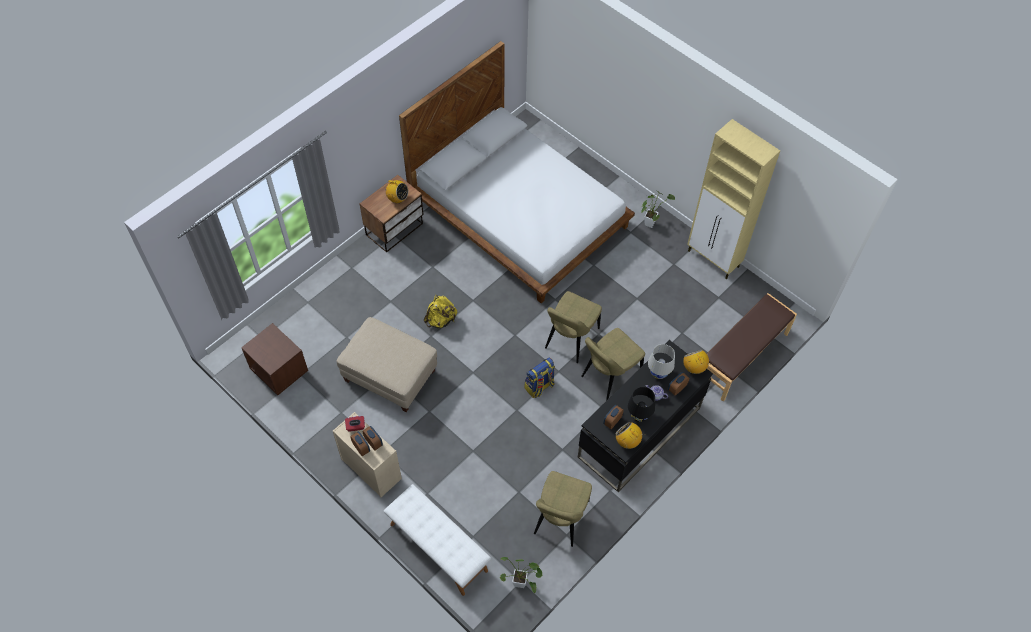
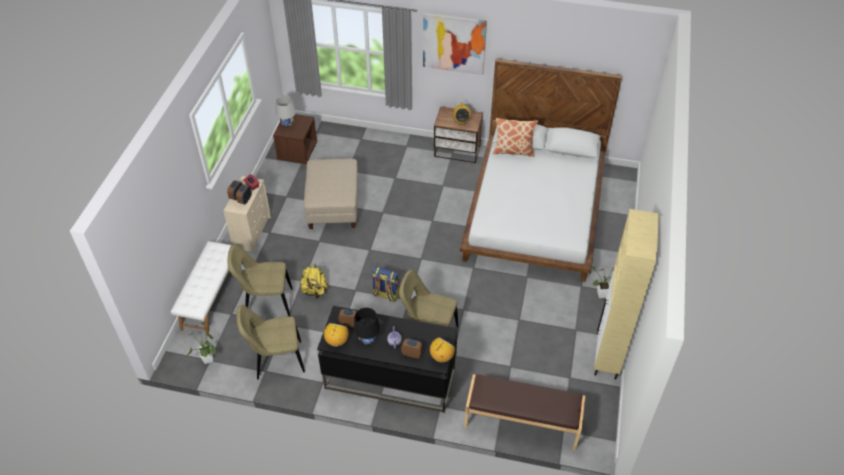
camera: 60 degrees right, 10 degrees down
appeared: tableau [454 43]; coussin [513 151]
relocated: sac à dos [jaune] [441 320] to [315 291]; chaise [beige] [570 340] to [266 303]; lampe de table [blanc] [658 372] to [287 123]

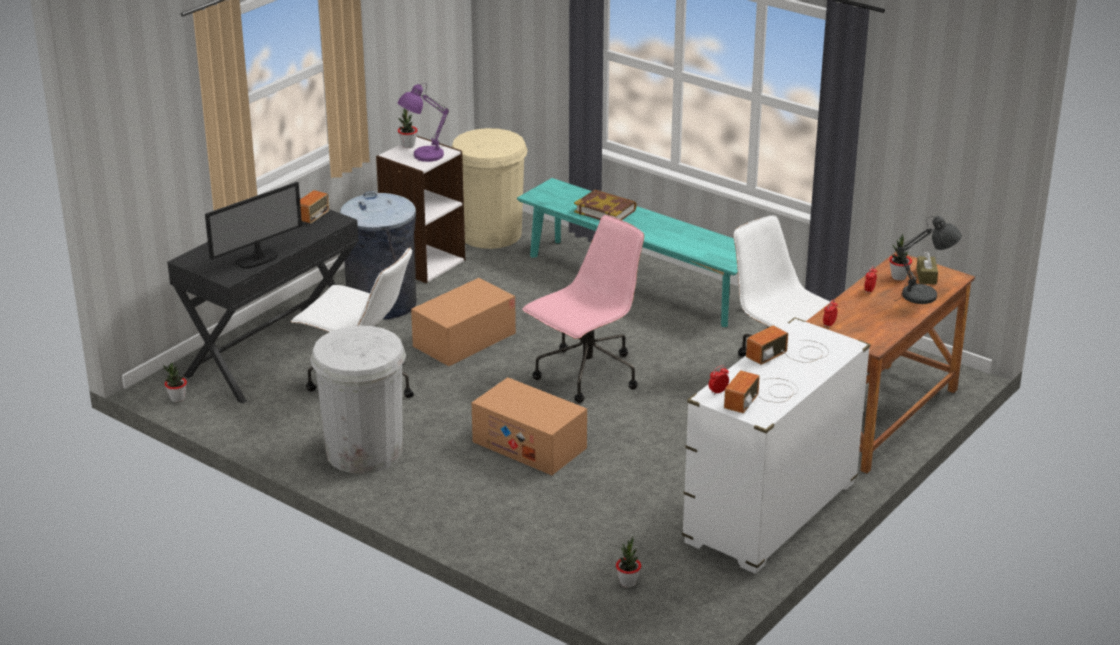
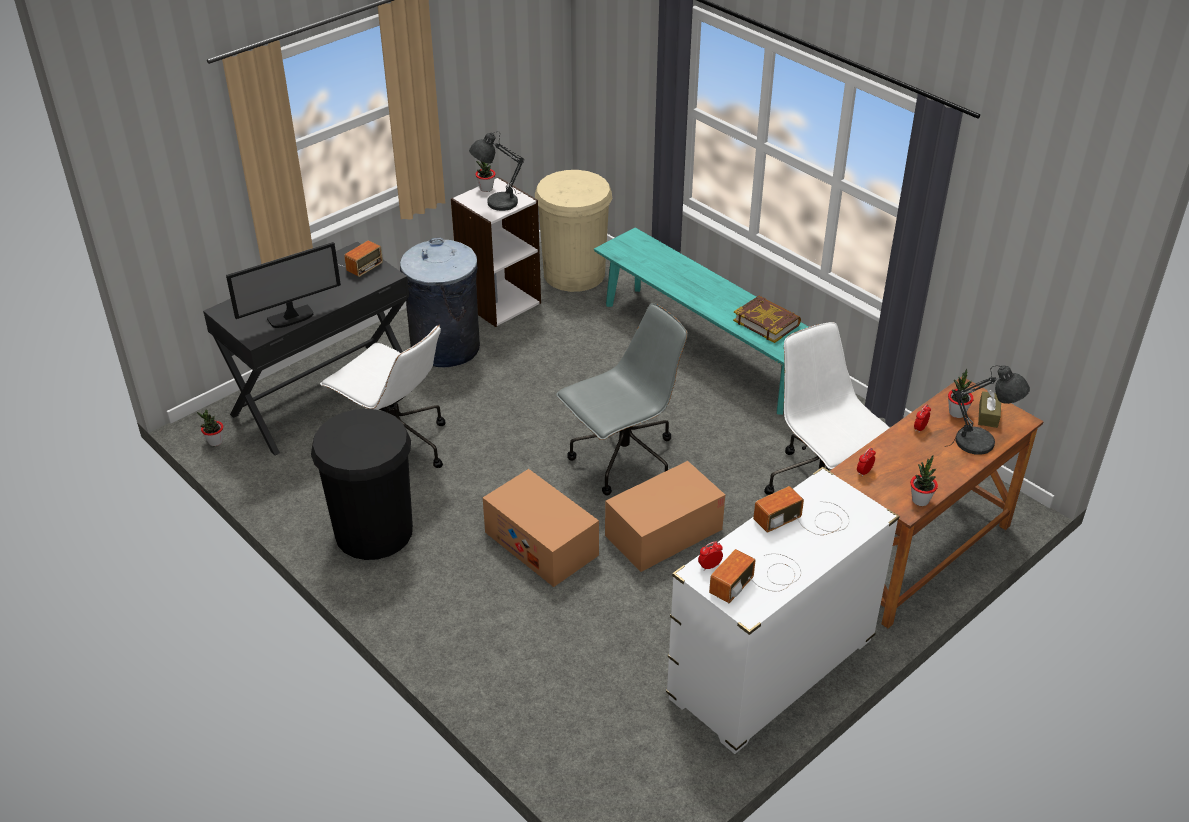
camera: 10 degrees right, 10 degrees up
relocated: carton [464 339] to [664 532]; livre [605 211] to [766 322]; plante en pot [628 582] to [920 500]
colour: poubelle [blanc] [364 452] to poubelle [noir] [374 531]; lampe de table [violet] [424 156] to lampe de table [gris] [498 203]; chaise de bureau [rose] [586 376] to chaise de bureau [gris] [622 461]

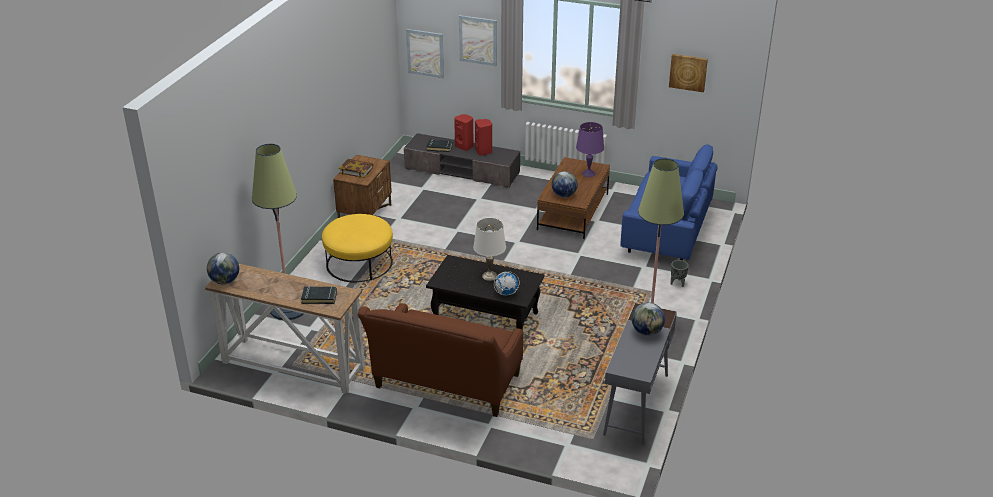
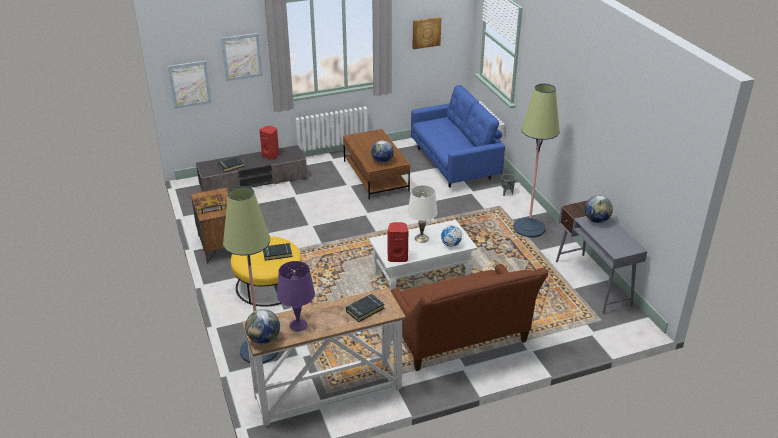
camera: 40 degrees left, 0 degrees up
appeared: livre [noir] [277 253]
relocated: enceinte [rouge] [464 146] to [397 257]; lampe de table [violet] [588 173] to [298 325]
colour: table basse [noir] [485 318] to table basse [blanc] [421 278]

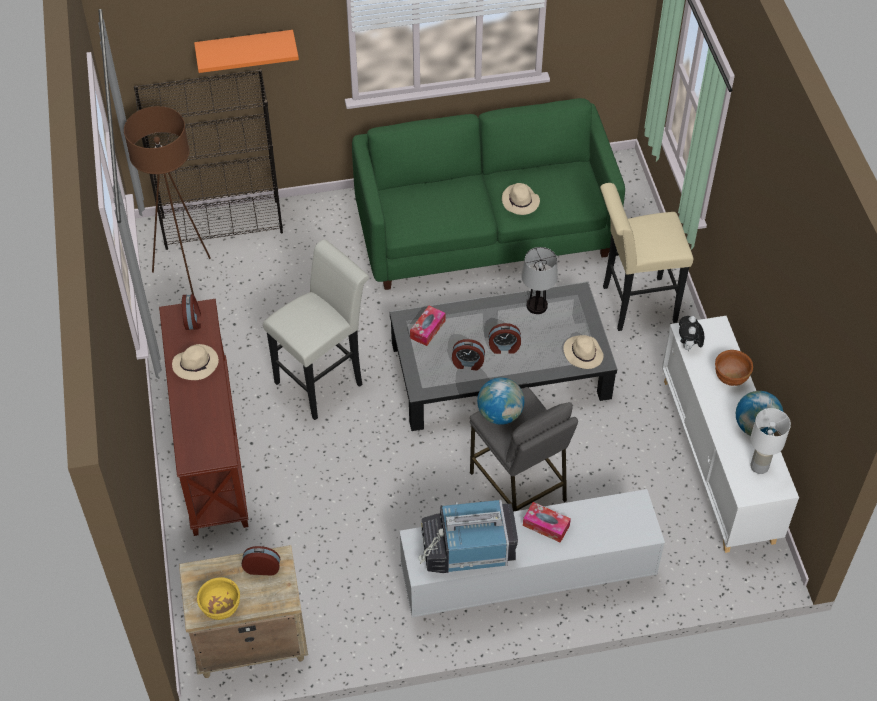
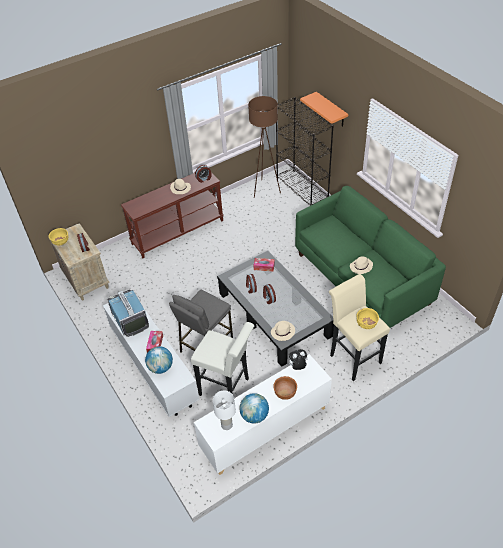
camera: 70 degrees right, 5 degrees down
missing: lampe de table [537 306]
appeared: bol [jaune] [366 325]
relocated: tabouret [blanc] [324 380] to [227 388]; globe [500 414] to [160 367]

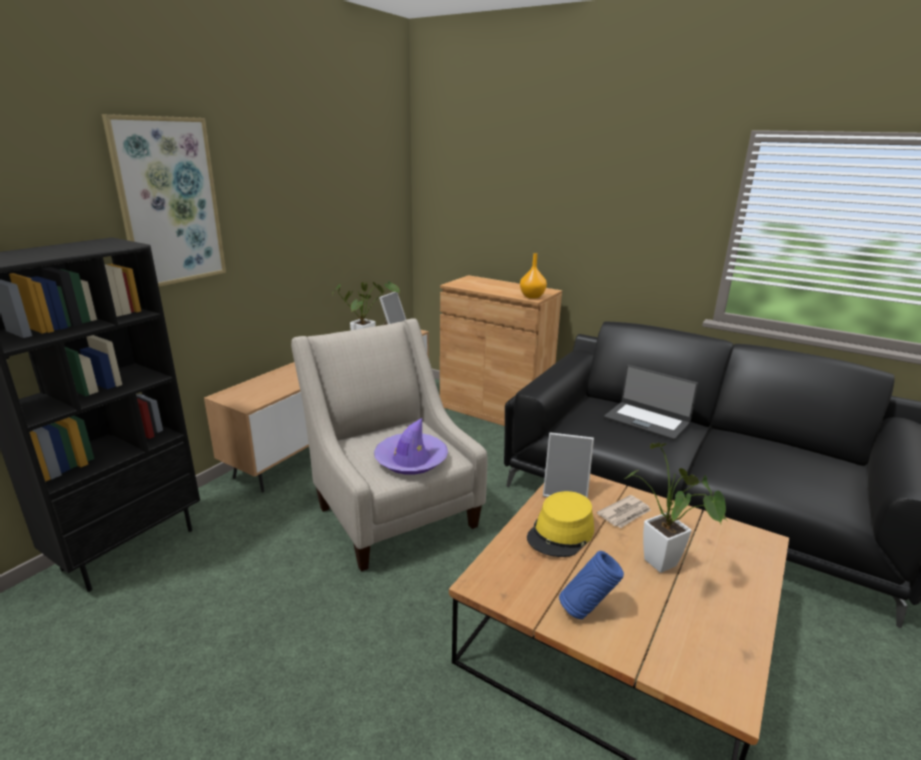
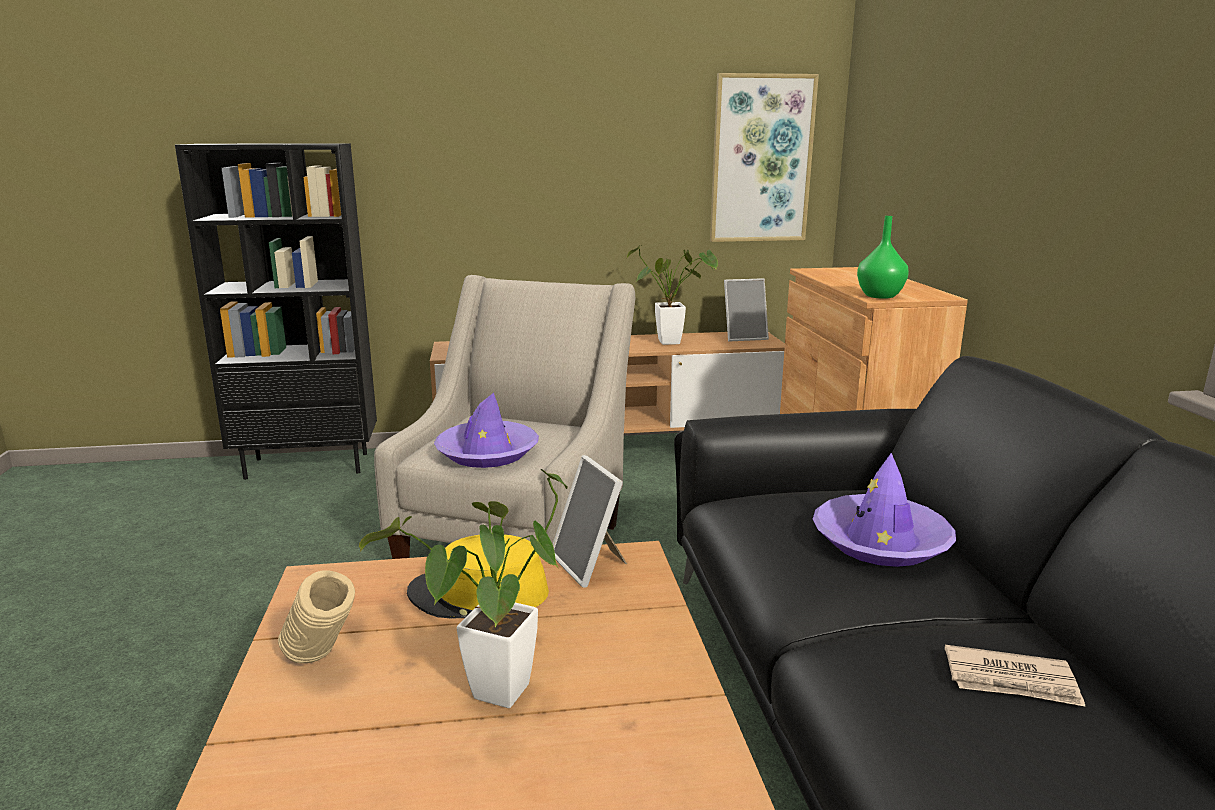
camera: 50 degrees right, 5 degrees down
relocated: tableau [169 202] to [761 159]; journal [625 514] to [1011 681]
exchanged: ordinateur portable [647 420] to chapeau [violet] [881 542]
colour: vase [orange] [531 296] to vase [vert] [879 296]; vase [bleu] [587 611] to vase [beige] [322 664]

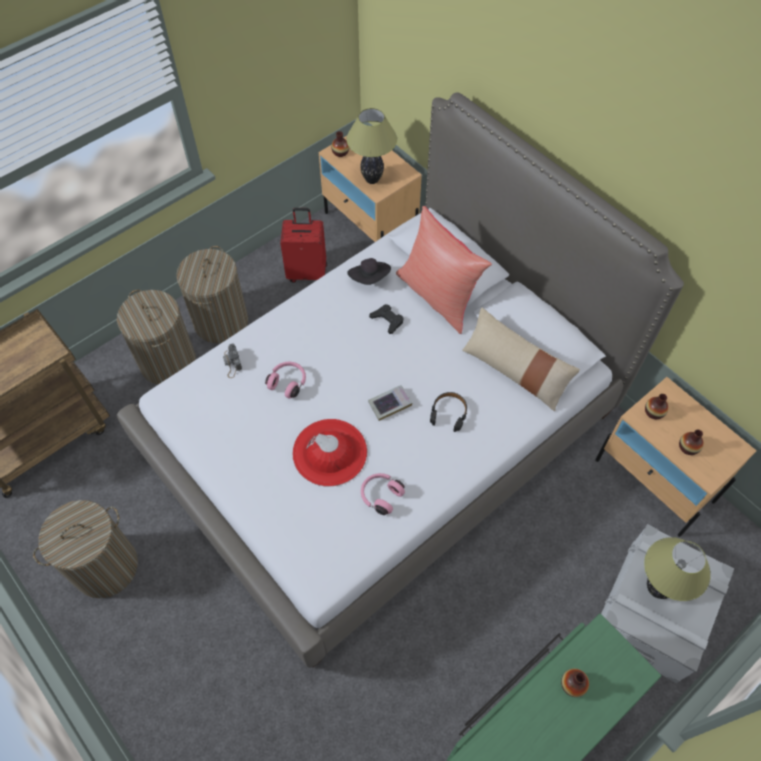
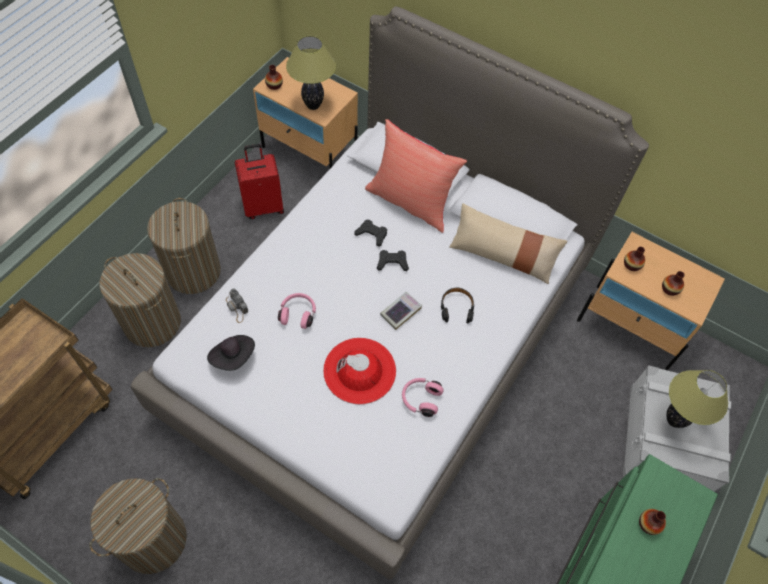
camera: 20 degrees left, 0 degrees up
appeared: manette [noir] [392 262]
relocated: chapeau [noir] [370 278] to [233 357]

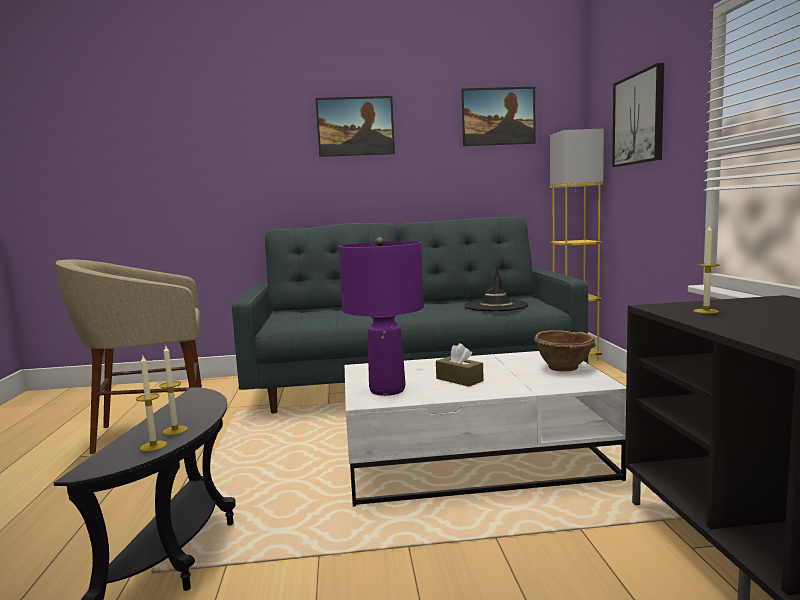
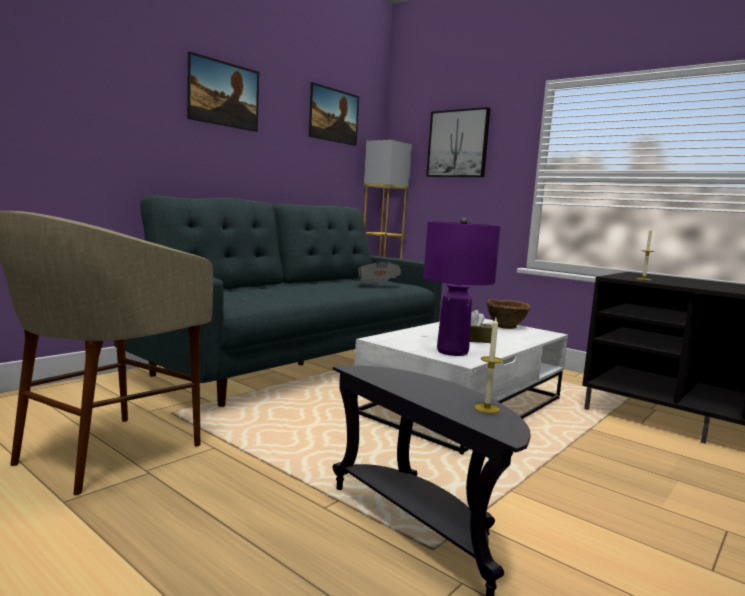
camera: 45 degrees left, 0 degrees up
missing: bougie [175 430]
exchanged: chapeau [noir] [495 306] to journal [378 285]

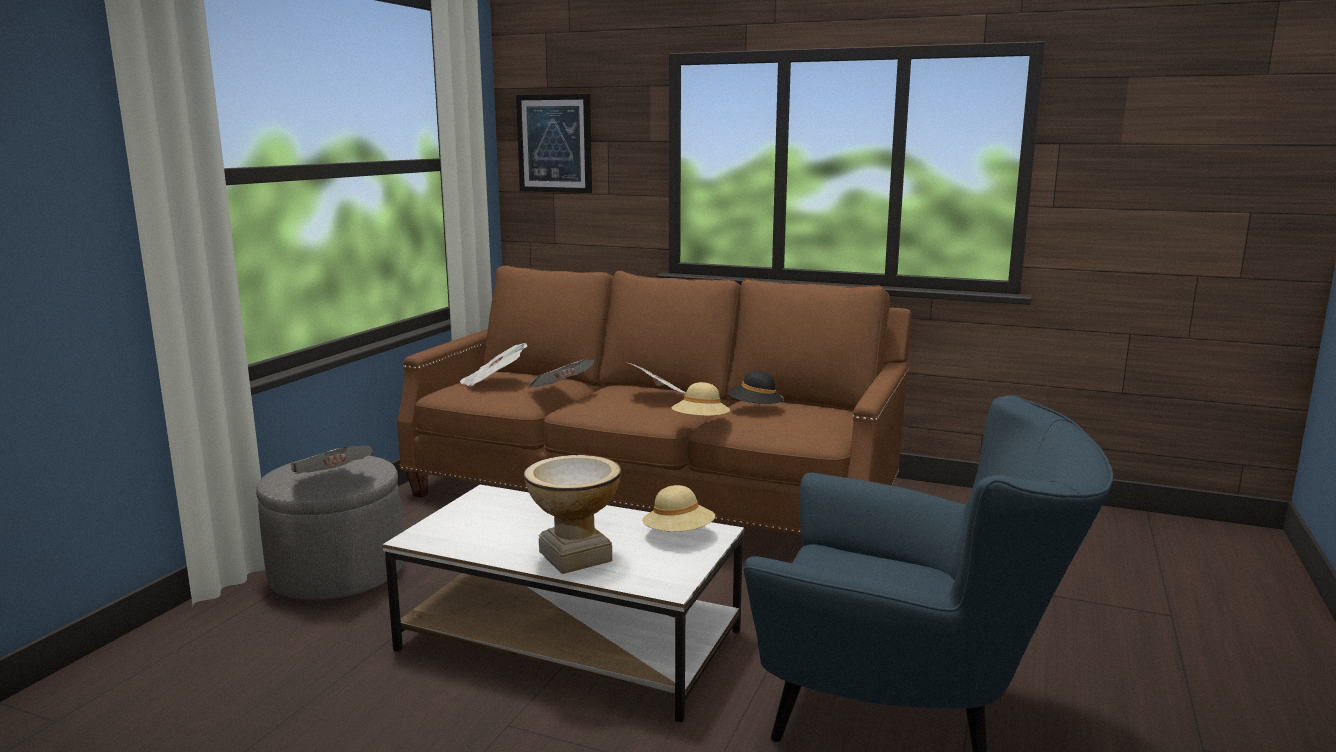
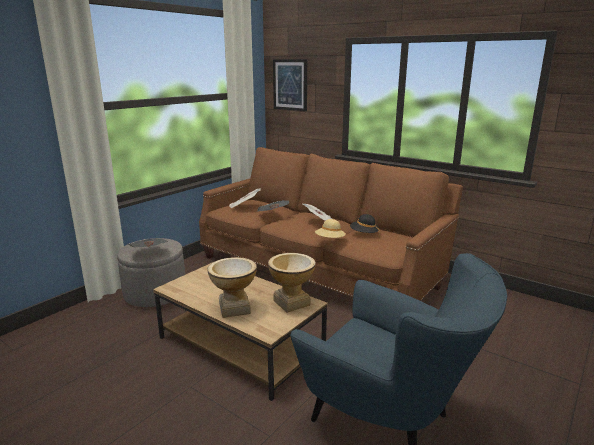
camera: 15 degrees right, 5 degrees up
exchanged: chapeau [beige] [679 535] to vase [292 302]
colour: table basse [blanc] [572 640] to table basse [marron] [241 345]

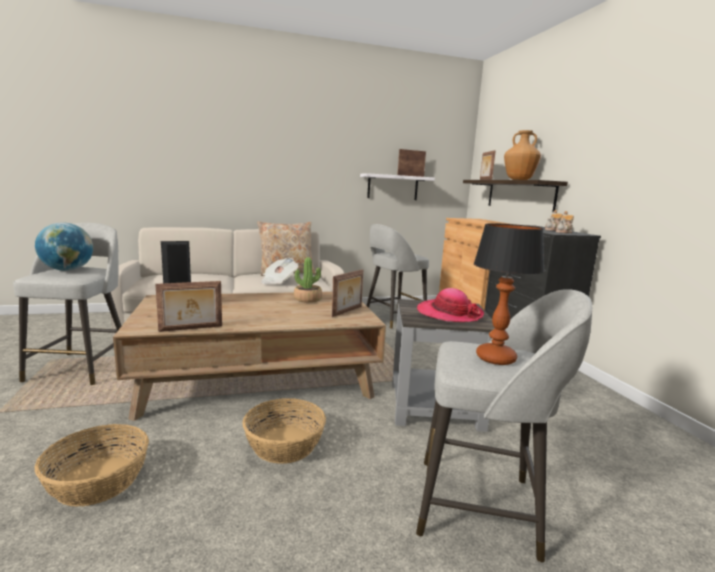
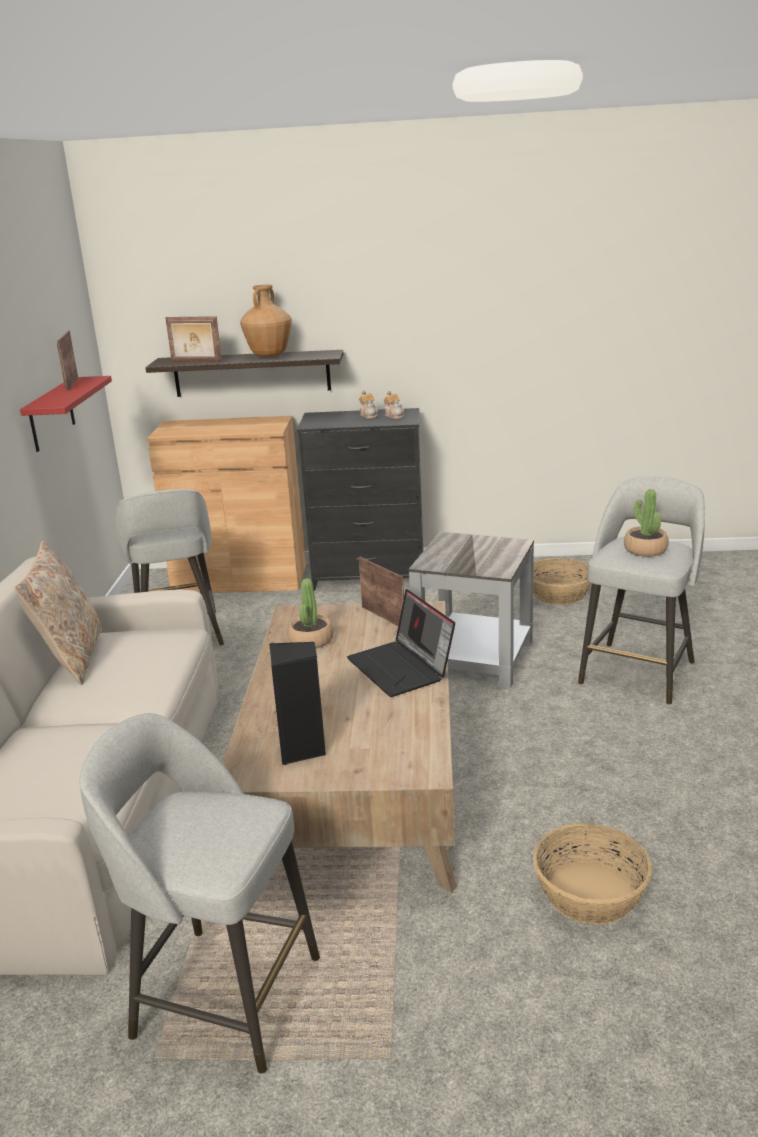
camera: 70 degrees left, 10 degrees up
missing: globe [67 270]; cadre photo [191 329]; journal [278 281]; chapeau [449 313]
appeared: ordinateur portable [402 668]
relocated: panier [285 444] to [558 594]
exchanged: lampe de table [495 358] to plante en pot [645 550]
colour: étagère [blanc] [392 187] to étagère [rouge] [51 414]

